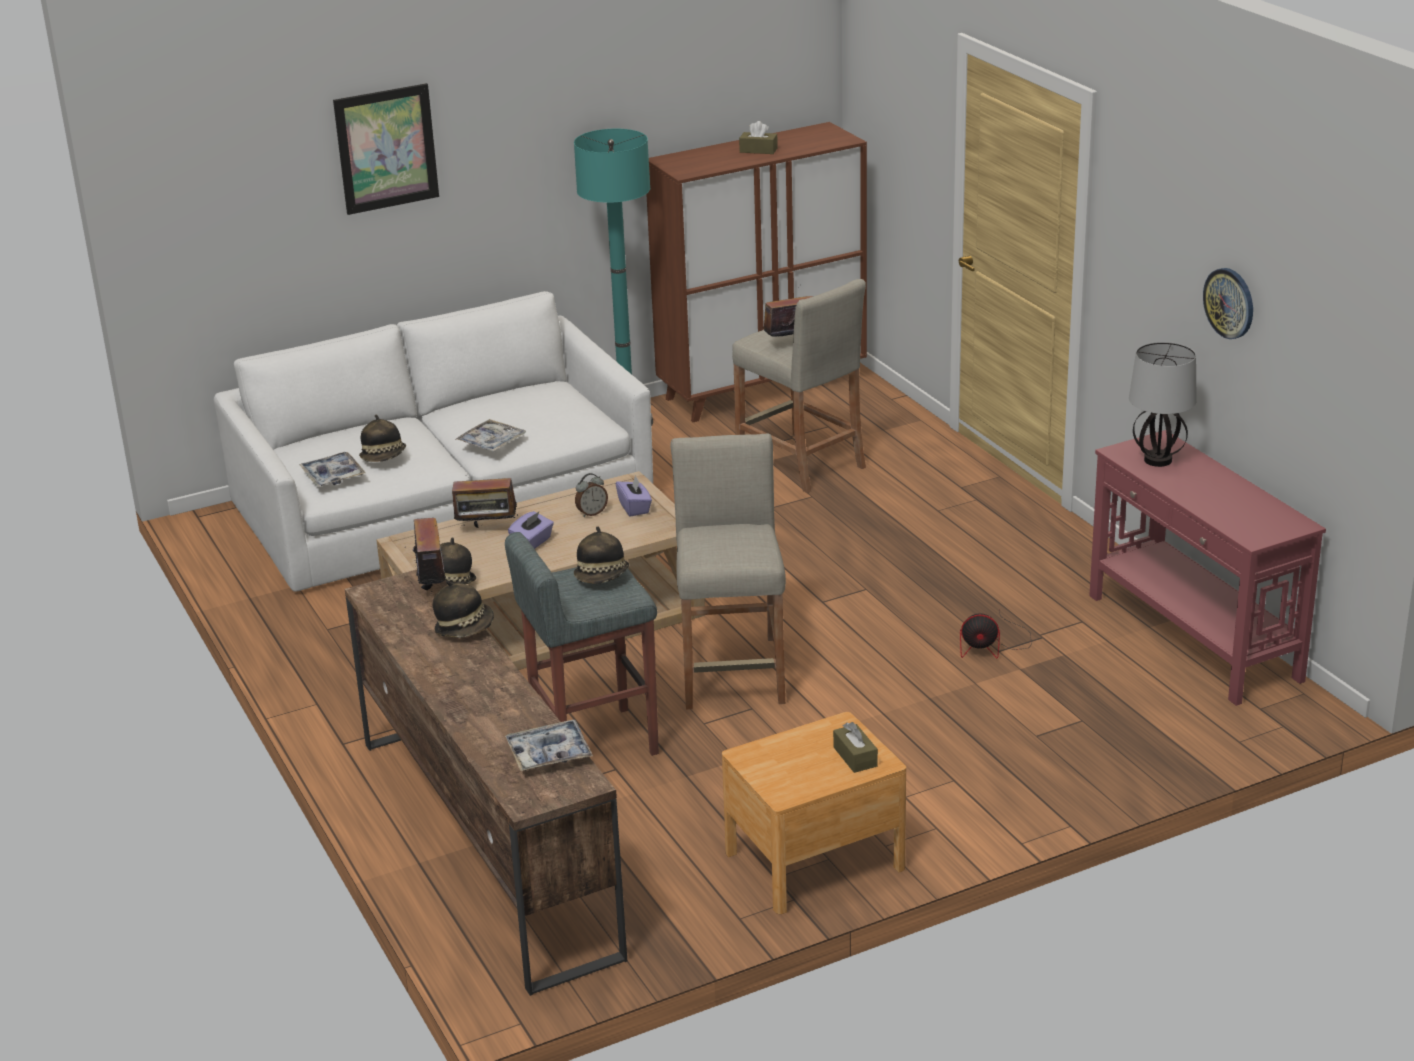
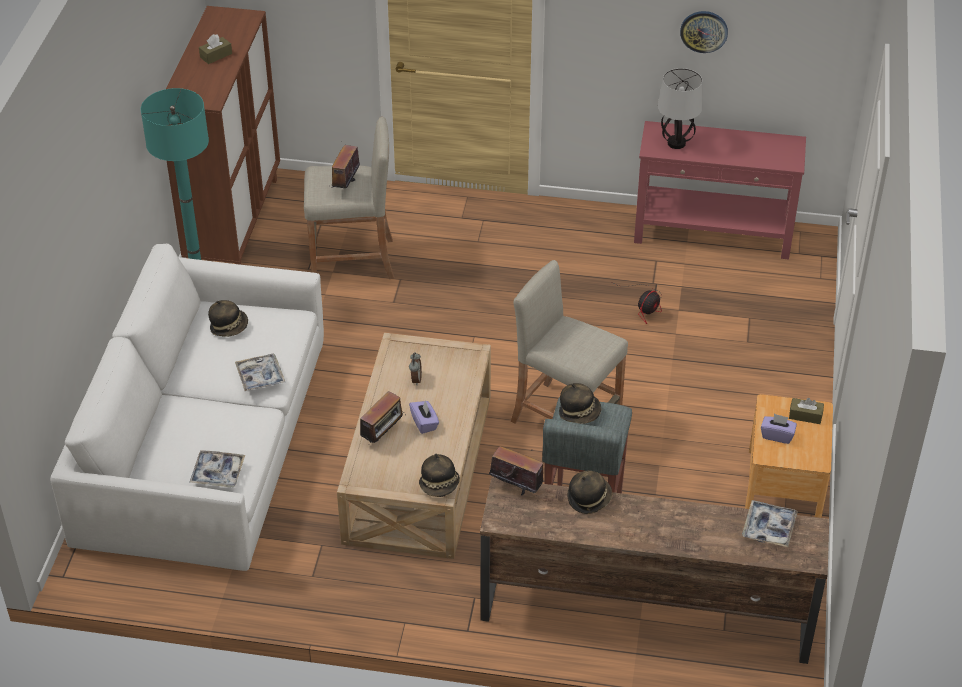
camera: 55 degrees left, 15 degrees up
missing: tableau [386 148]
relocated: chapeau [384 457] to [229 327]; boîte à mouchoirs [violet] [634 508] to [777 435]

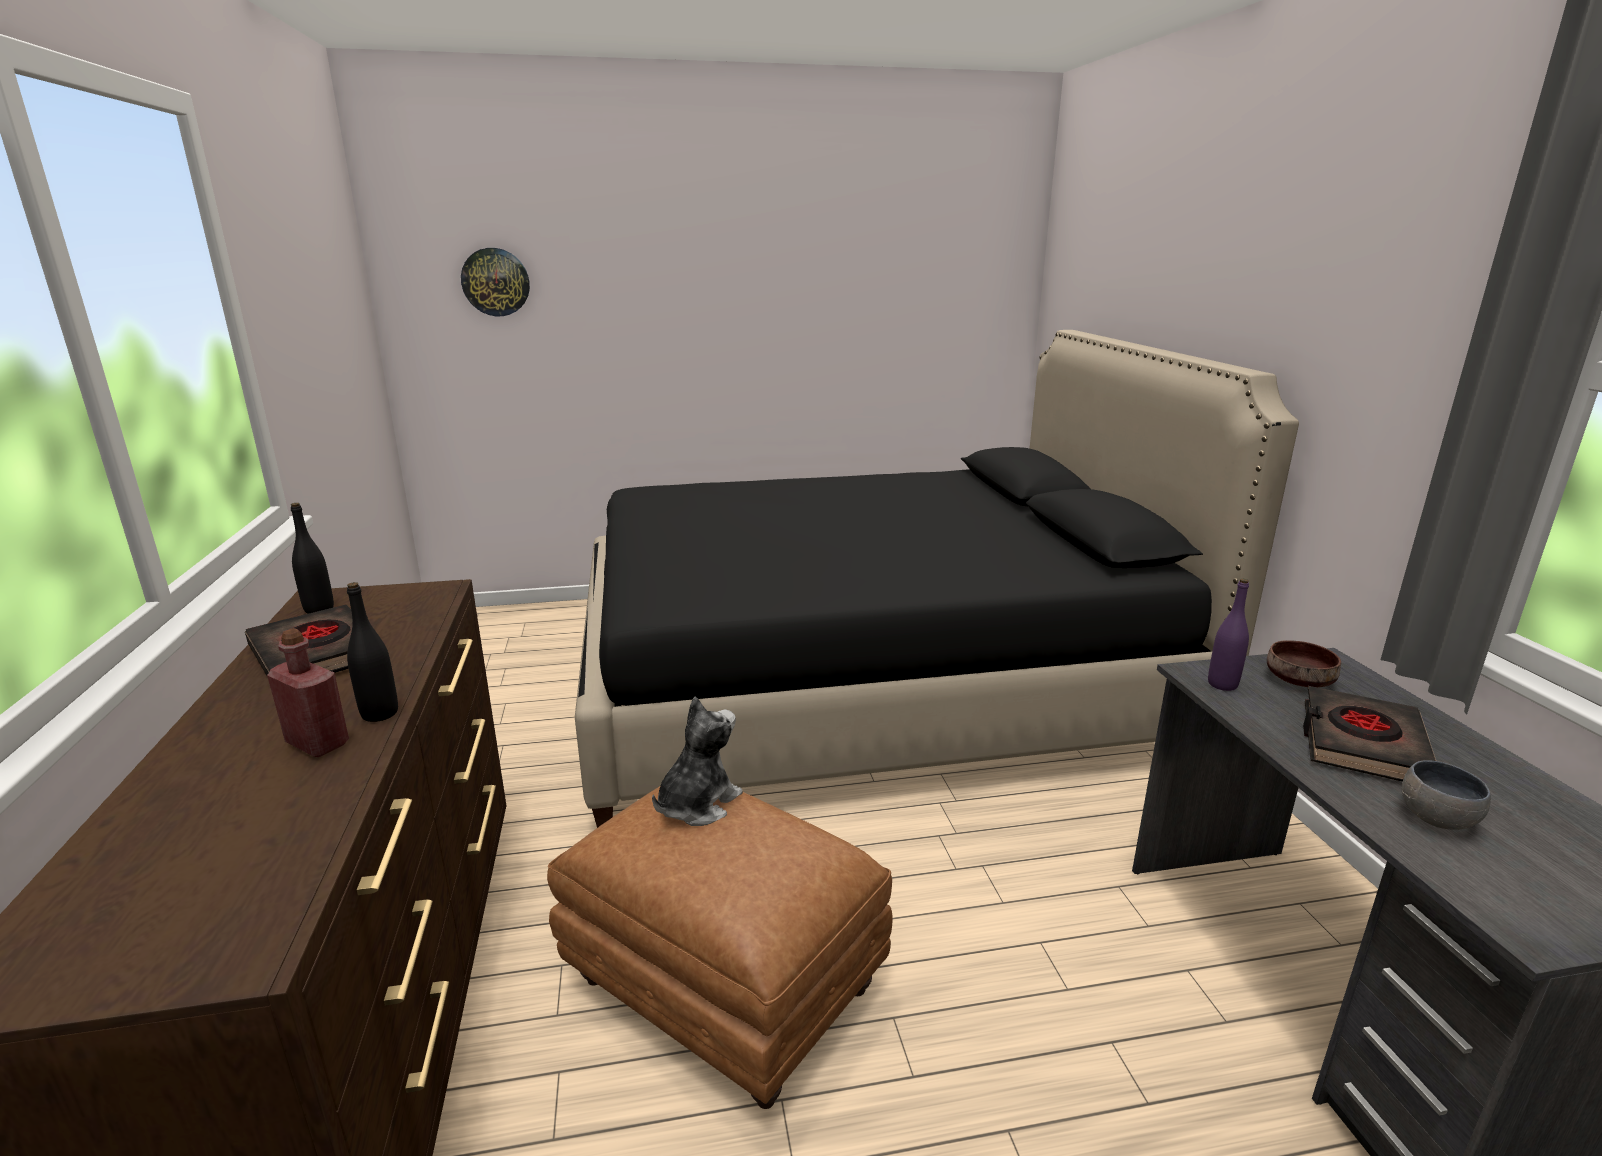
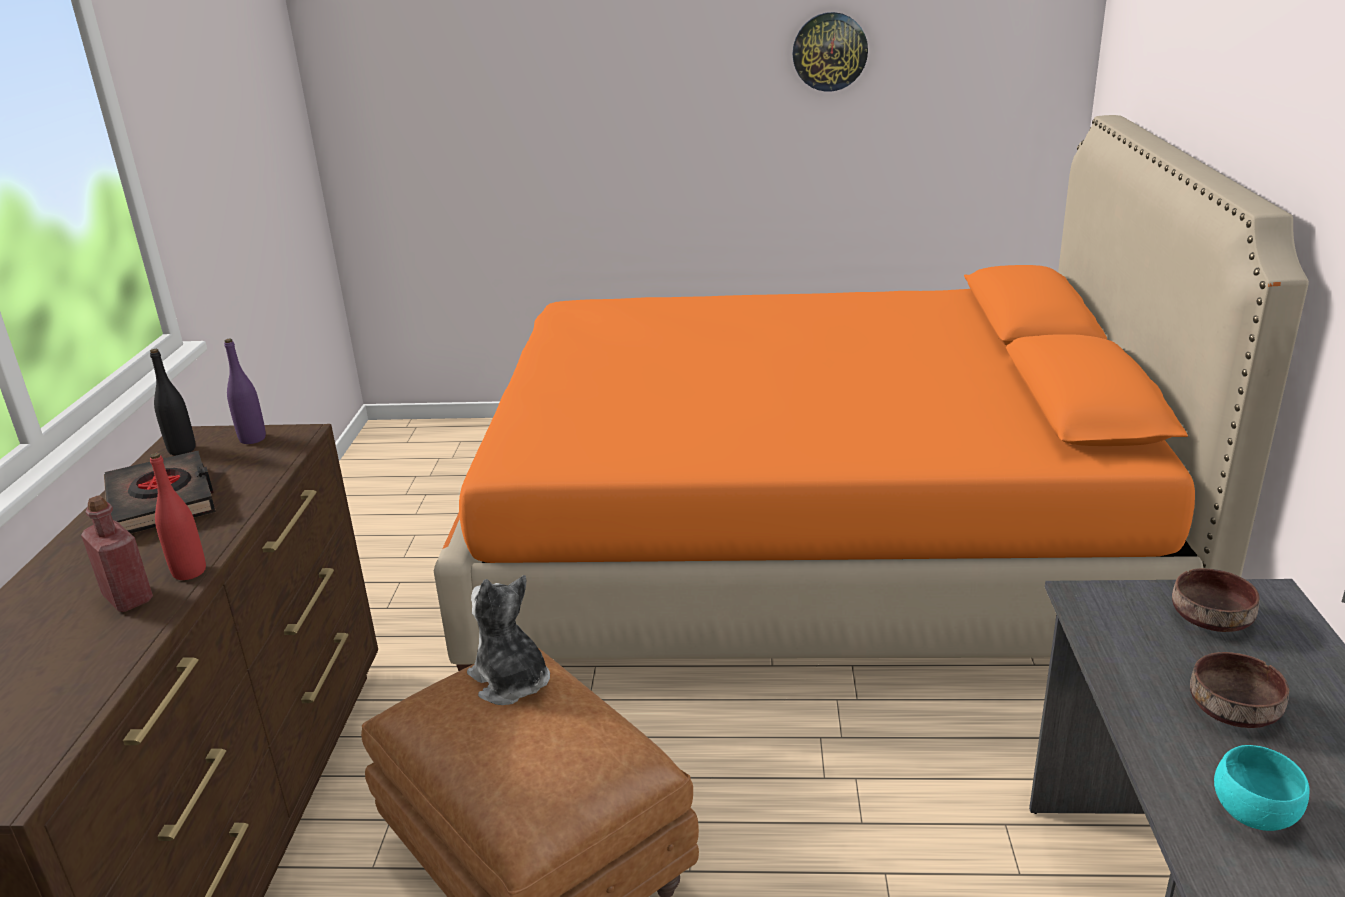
camera: 15 degrees right, 5 degrees up
relocated: horloge murale [495 282] to [829 52]; bouteille [violet] [1222 684] to [252 439]
exchanged: livre [noir] [1362 744] to bol [marron] [1231 710]
colour: bouteille [noir] [380 713] to bouteille [rouge] [189 572]; lit [noir] [867 683] to lit [orange] [810 546]; bol [gris] [1439 820] to bol [turquoise] [1257 816]
spun: peluche [697 804] = [511 682] 90 degrees counterclockwise

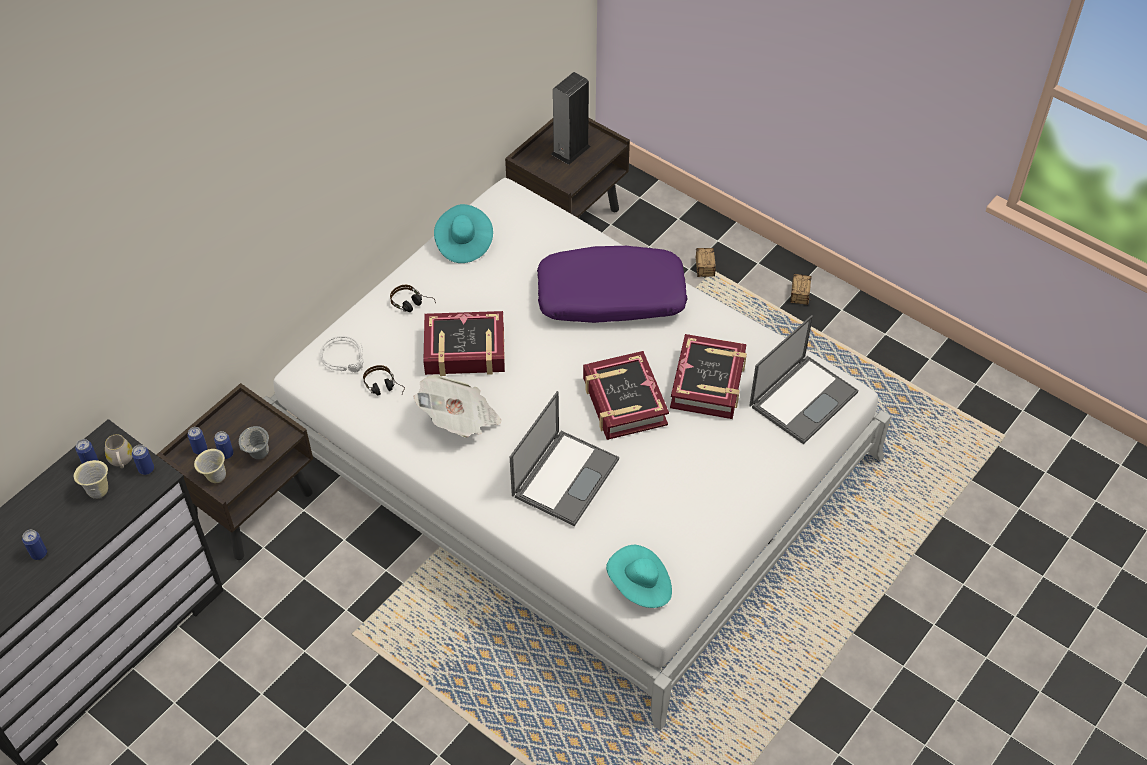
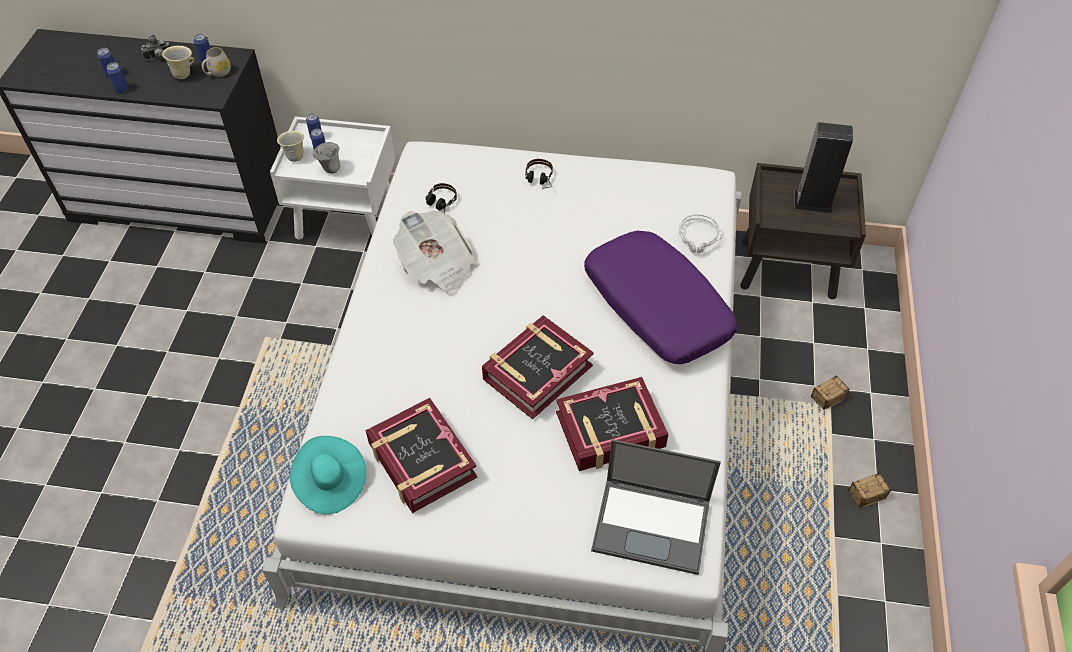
camera: 60 degrees right, 0 degrees up
missing: chapeau [turquoise] [463 243]; ordinateur portable [565 476]
appeared: appareil photo [159 58]
relocated: boîte métallique [146 469] to [122 89]; casque audio [gris] [345 358] to [699 237]; livre [465 350] to [421 461]
colour: table de chevet [marron] [251 506] to table de chevet [blanc] [348 221]

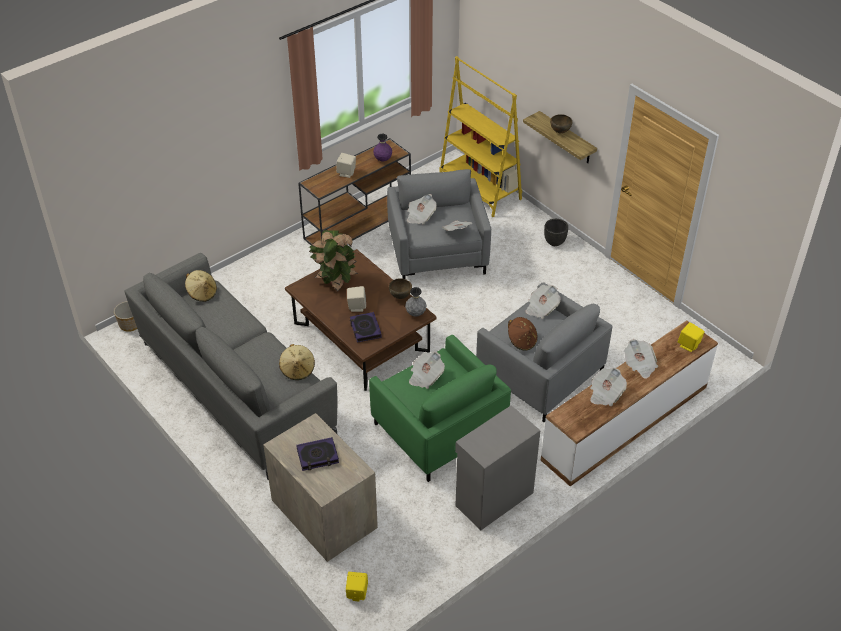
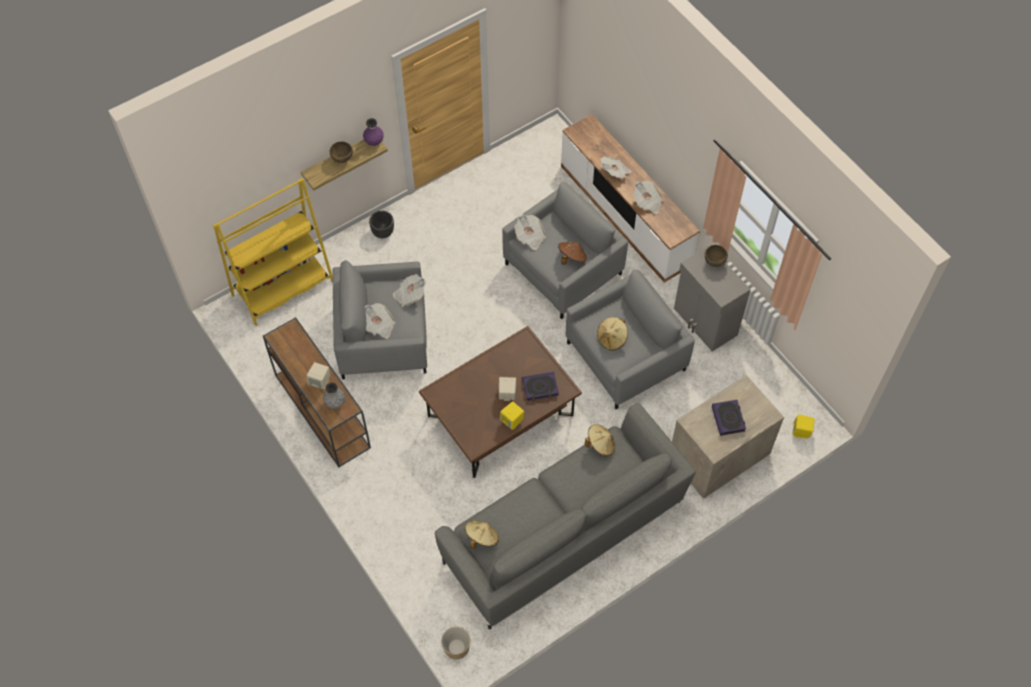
camera: 85 degrees left, 15 degrees up
missing: plante en pot [335 281]
relocated: vase [violet] [383 159] to [374 142]; bol [marron] [400 296] to [714 262]; vase [gris] [415 314] to [335 403]; enceinte [jaune] [689 345] to [512 421]
exchanged: journal [425 377] to chapeau [beige] [612 339]
colour: fauteuil [vert] [438 430] to fauteuil [gris] [626 357]

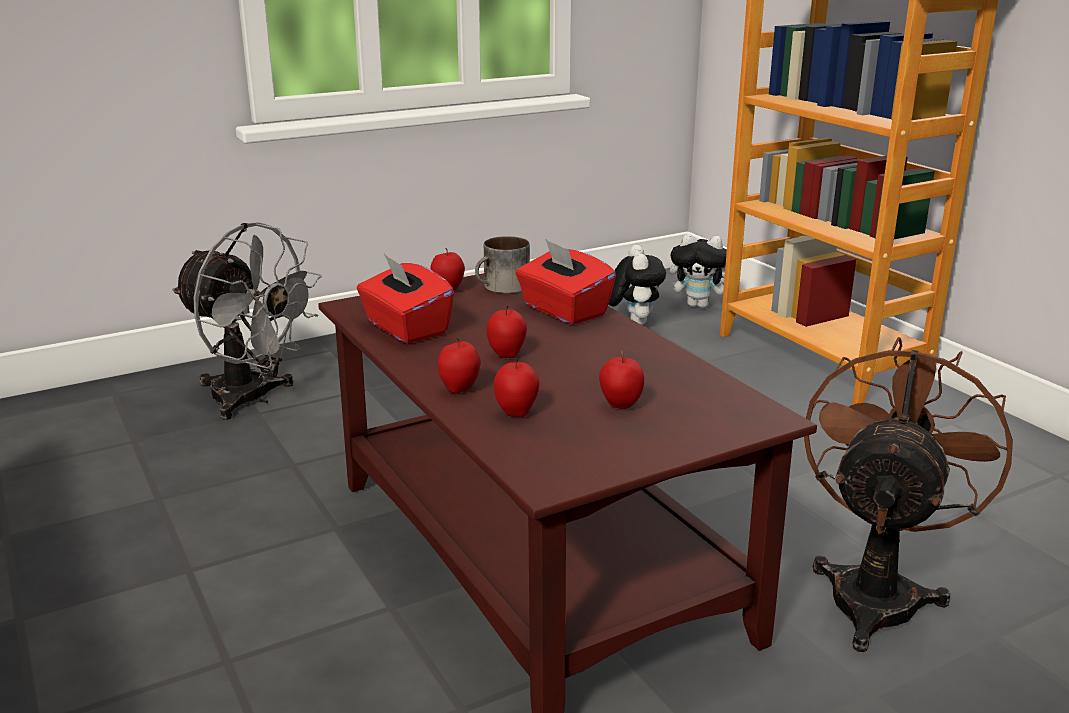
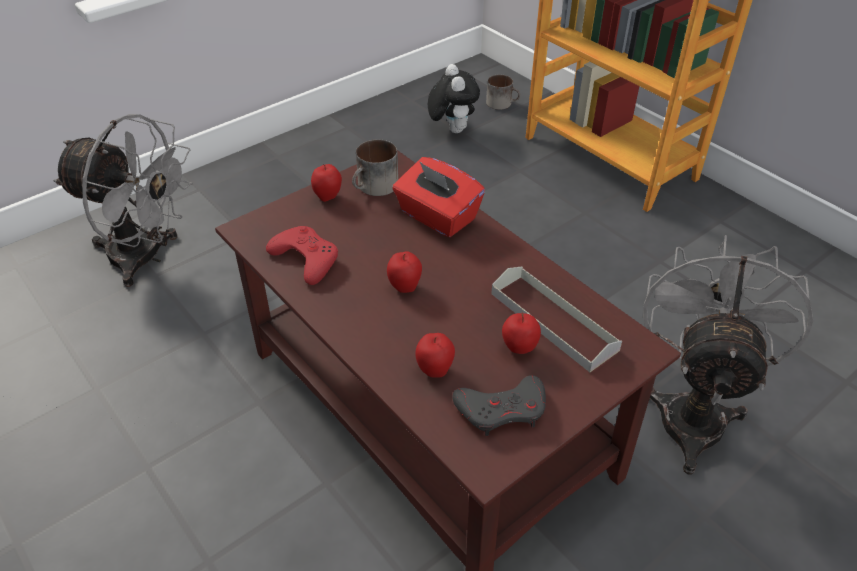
camera: 10 degrees left, 20 degrees up
missing: pomme [460 389]
appeared: manette [gris] [502 410]; plateau [gris] [553 321]
exchanged: boîte à mouchoirs [rouge] [405 328] to manette [rouge] [306 259]; peluche [700 305] to mug [502 103]
colour: ventilateur [marron] [877 591] to ventilateur [gris] [692 411]

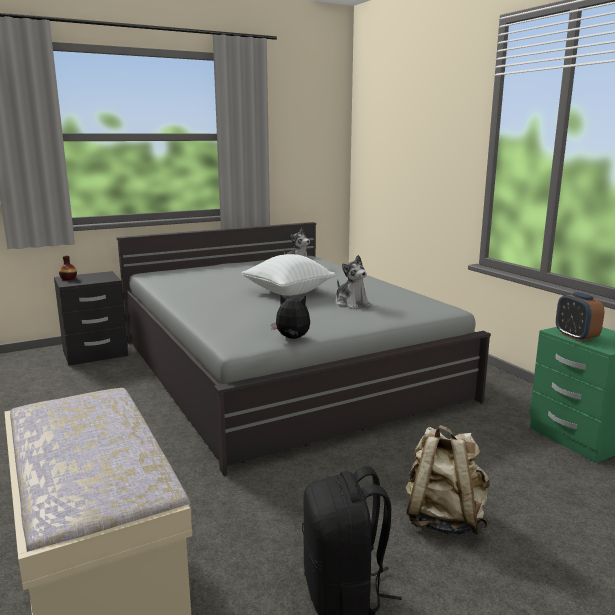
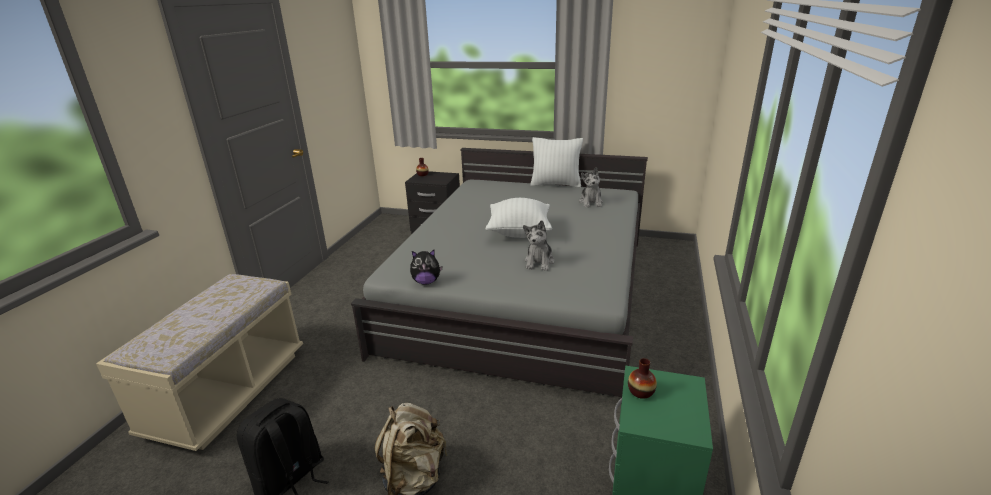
camera: 45 degrees right, 10 degrees up
appeared: coussin [blanc] [555 184]
exchanged: réveil [576 337] to vase [641 392]
spun: peluche [292 338] = [426 282] 120 degrees clockwise

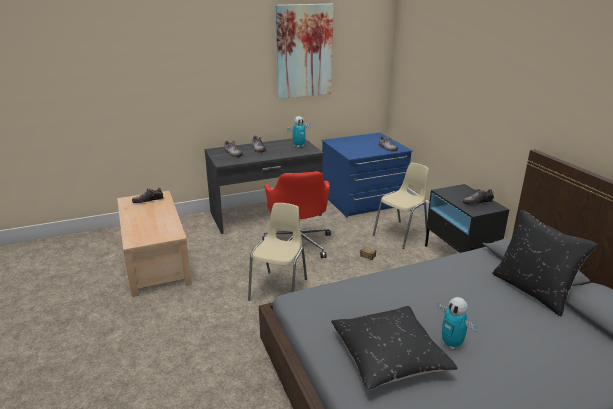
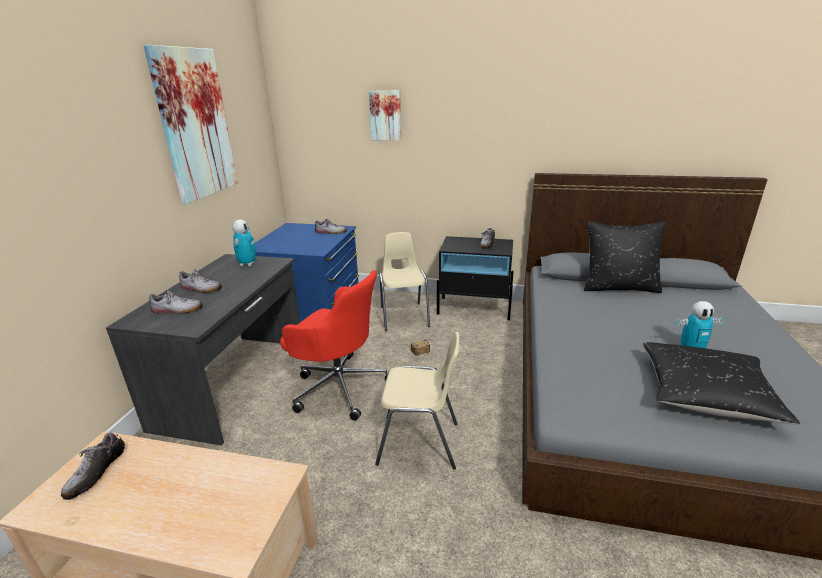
camera: 55 degrees left, 0 degrees up
appeared: tableau [386 115]
spun: chaise [beige] [279 289] = [419 443] 135 degrees clockwise

